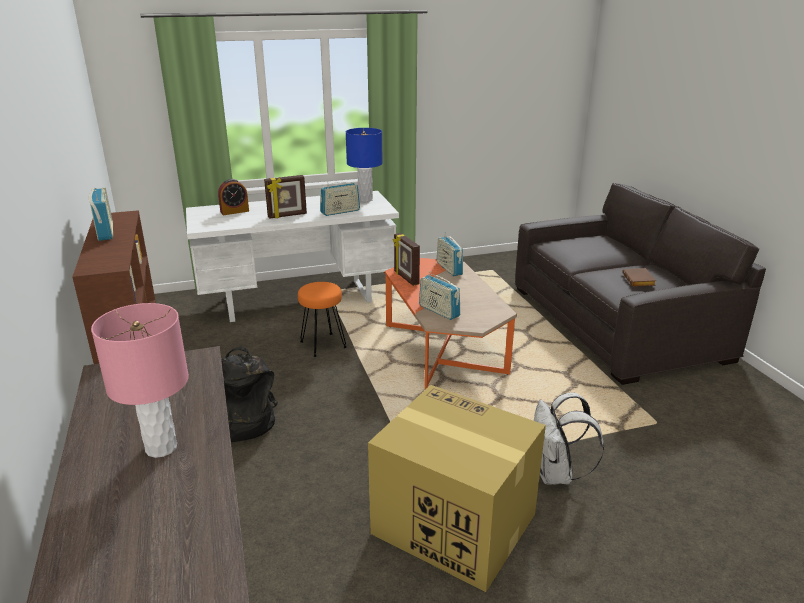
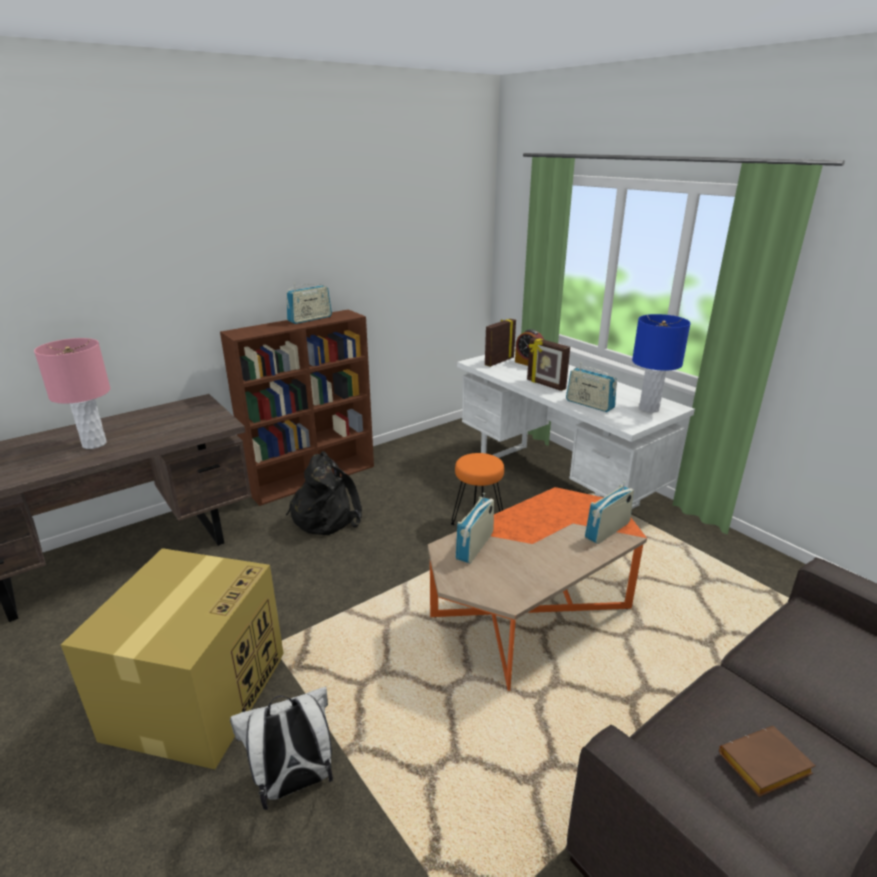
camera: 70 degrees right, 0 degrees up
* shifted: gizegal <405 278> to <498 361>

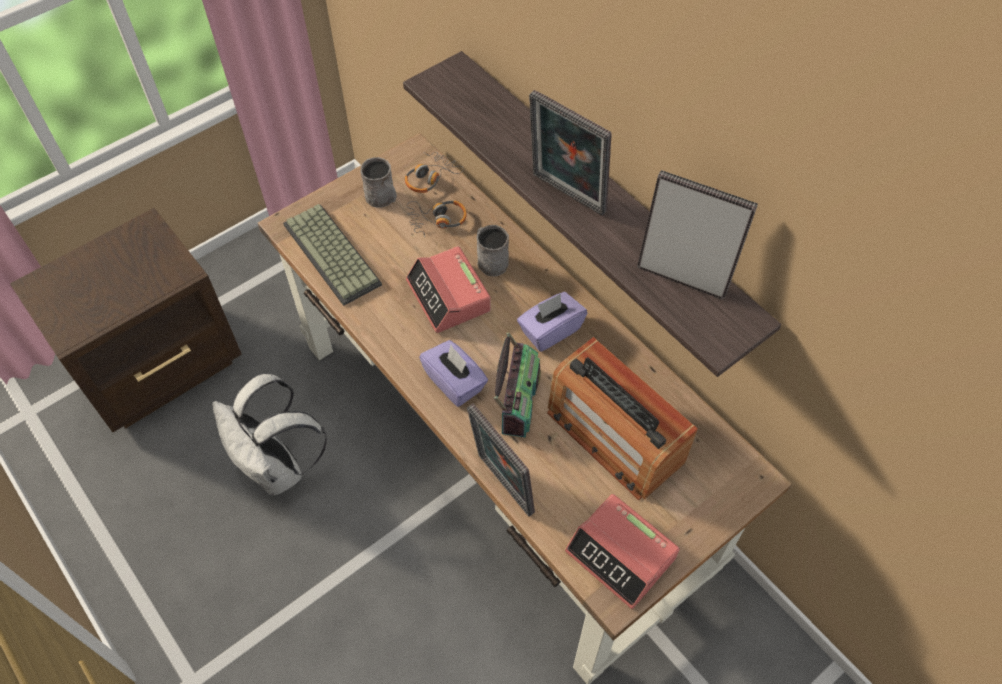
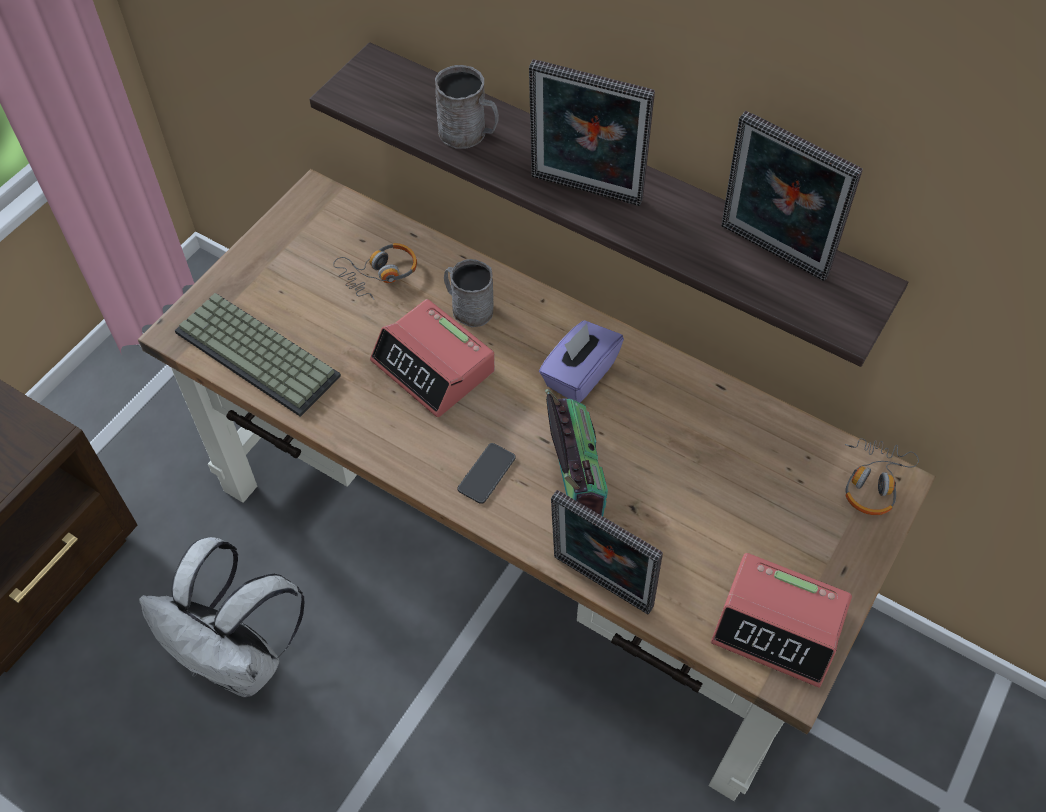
camera: 20 degrees left, 0 degrees up
* gone: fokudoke <614 436>
* shifted: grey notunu <383 198> to <468 134>
* shifted: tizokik <431 178> to <873 482>
* swapped: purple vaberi <455 382> to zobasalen <486 474>
* rotated: gizegal <683 276> = <770 255> 150 degrees counterclockwise

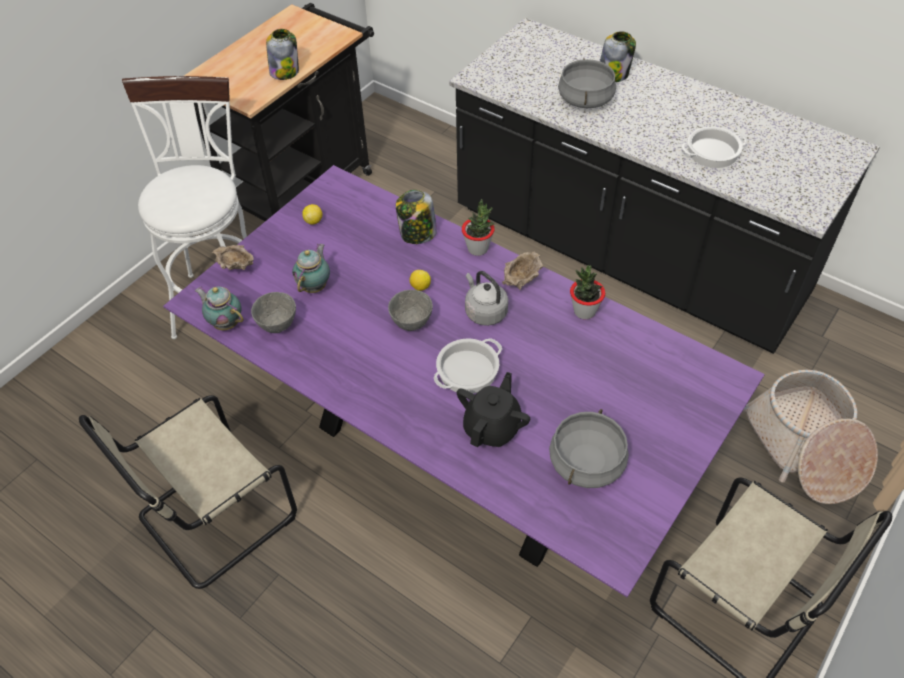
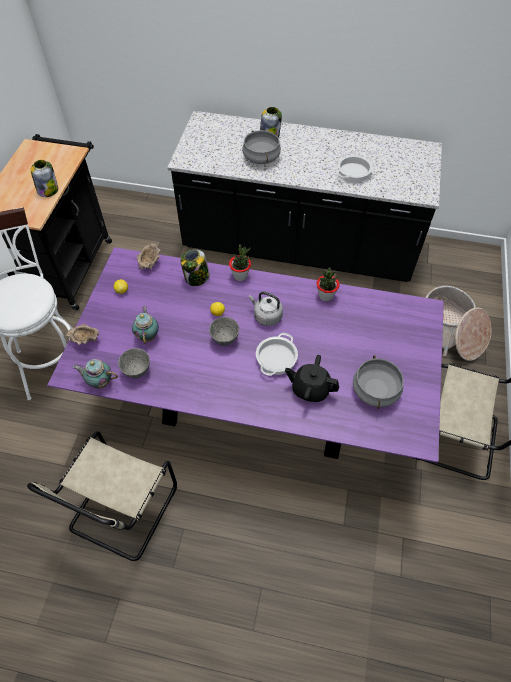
camera: 25 degrees left, 5 degrees up
* shifted: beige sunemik <521 280> to <149 263>
* rotated: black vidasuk <492 427> = <310 389> 75 degrees counterclockwise

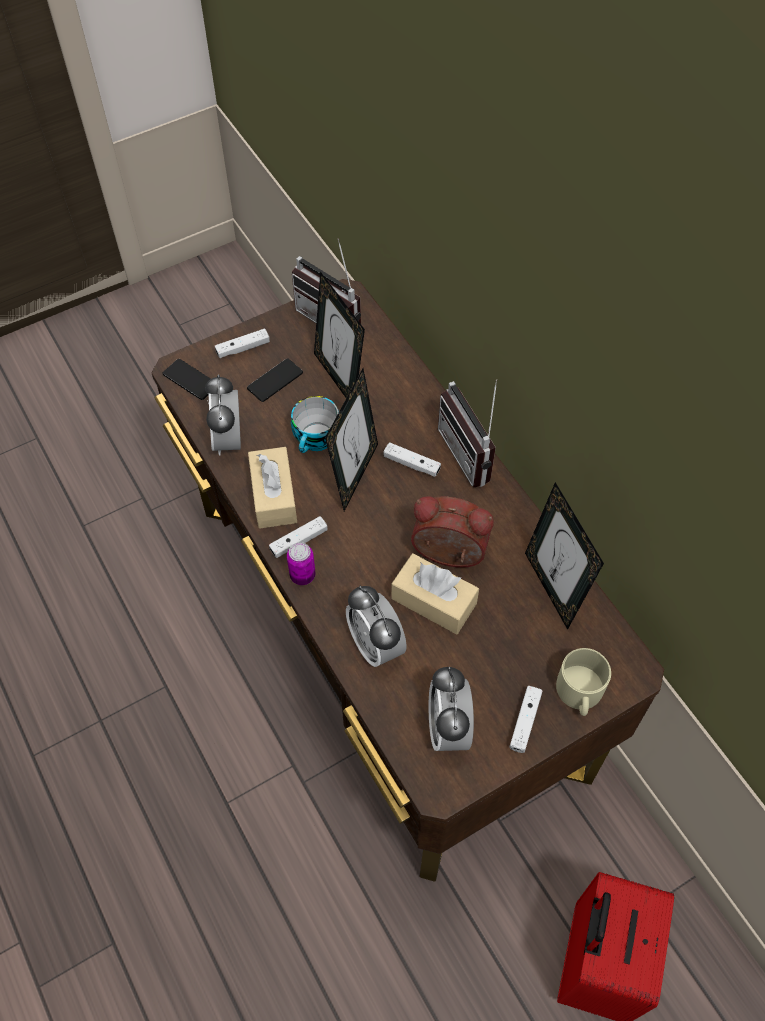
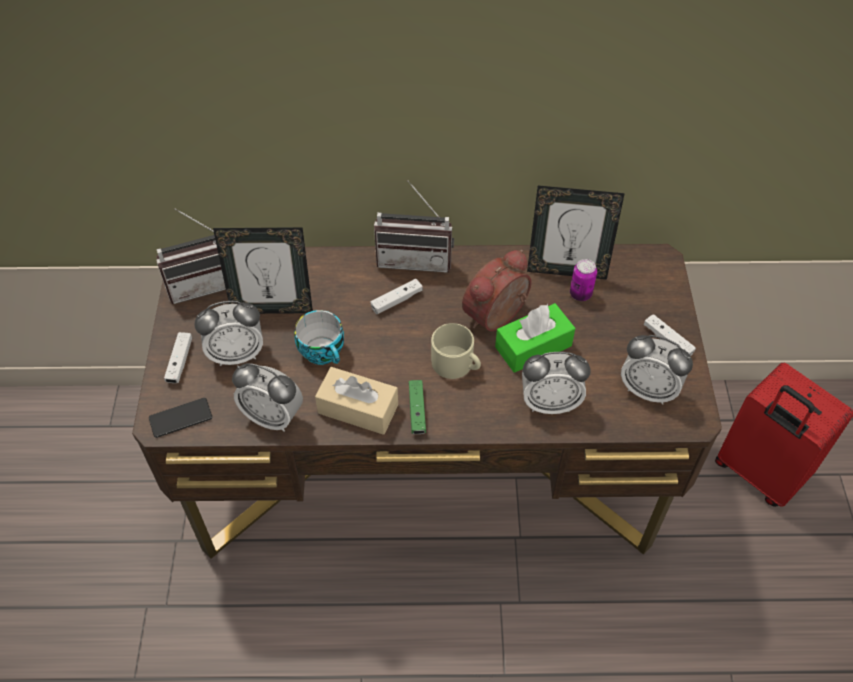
camera: 60 degrees left, 5 degrees down
* gone: gizegal <354 475>
* shifted: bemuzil <302 575> to <580 294>
* shifted: beige notunu <579 693> to <456 364>
* swapped: zobasalen <275 380> to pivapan <236 354>
* repainted: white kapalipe <299 541> to green kapalipe <417 411>
* repainted: beige vaberi <434 601> to green vaberi <533 346>

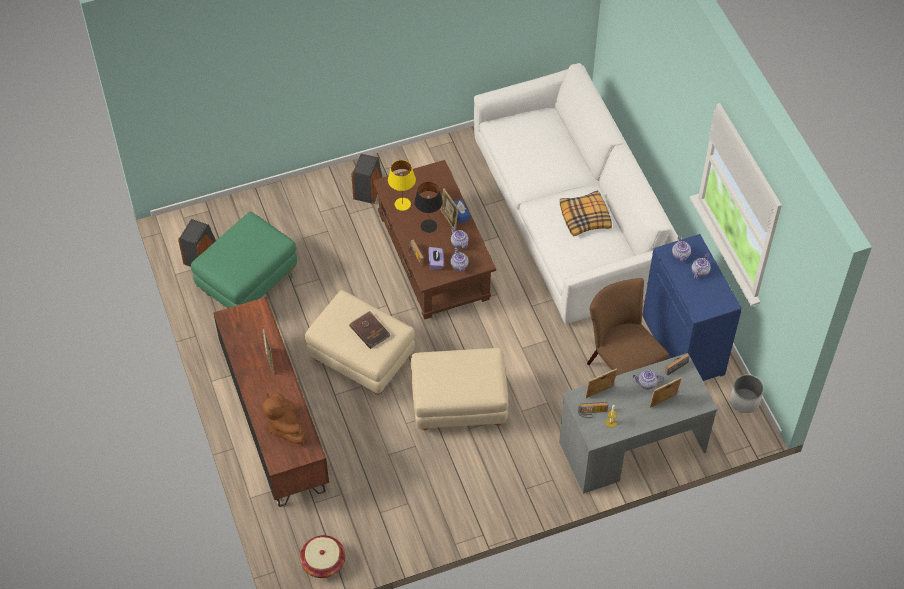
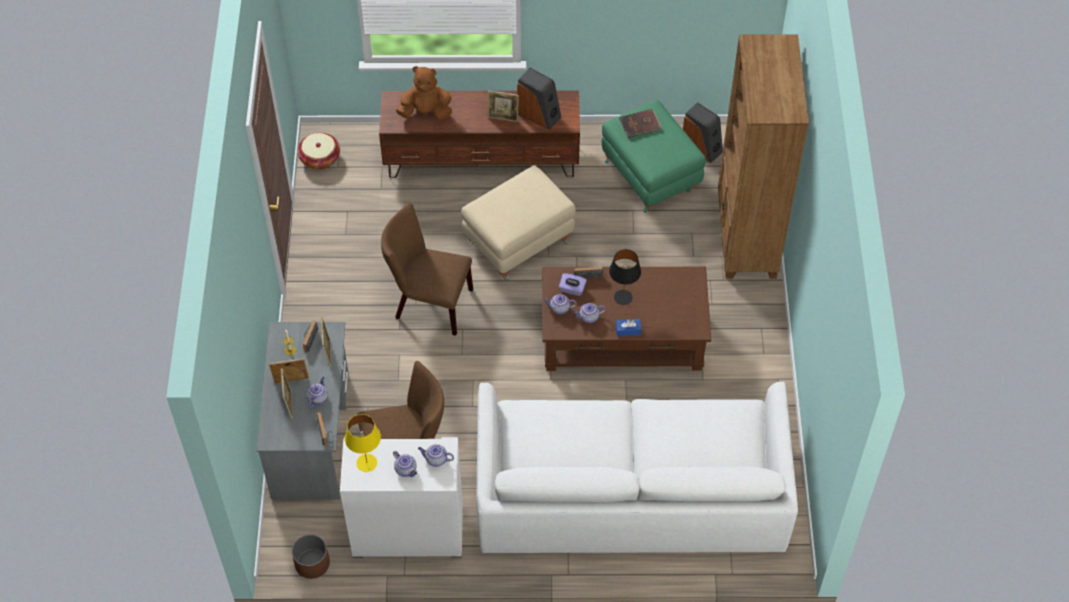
camera: 110 degrees right, 0 degrees up
* gone: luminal <585 217>
* new: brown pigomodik <746 238>
* shifted: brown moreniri <370 330> to <640 125>
* shifted: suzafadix <368 189> to <539 114>
* shifted: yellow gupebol <402 204> to <366 462>
* shifted: gizegal <449 220> to <291 381>
* swapped: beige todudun <458 407> to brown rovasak <428 303>
* repainted: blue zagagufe <684 345> to white zagagufe <407 532>
* repainted: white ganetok <744 400> to brown ganetok <312 563>

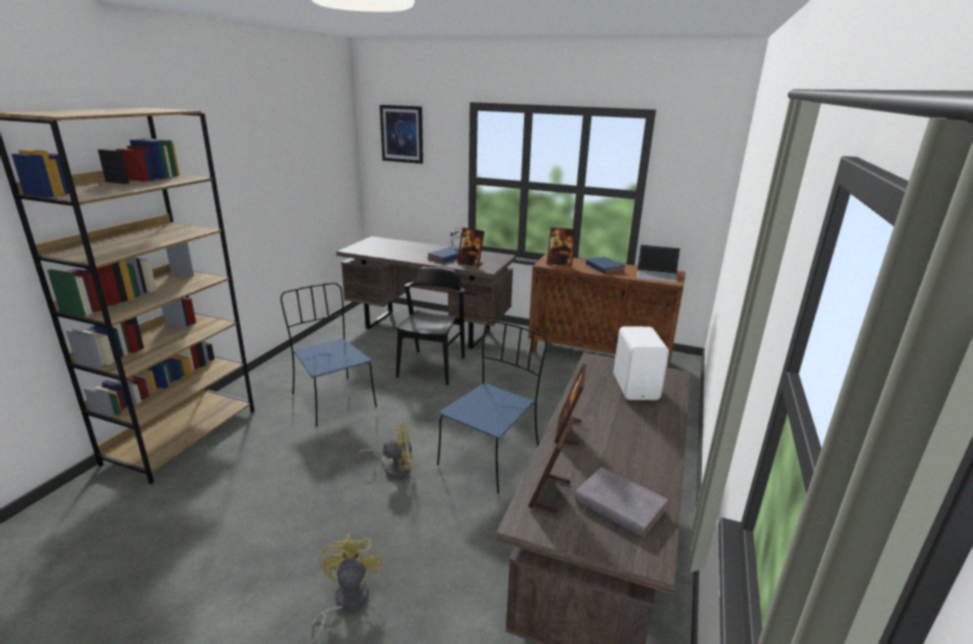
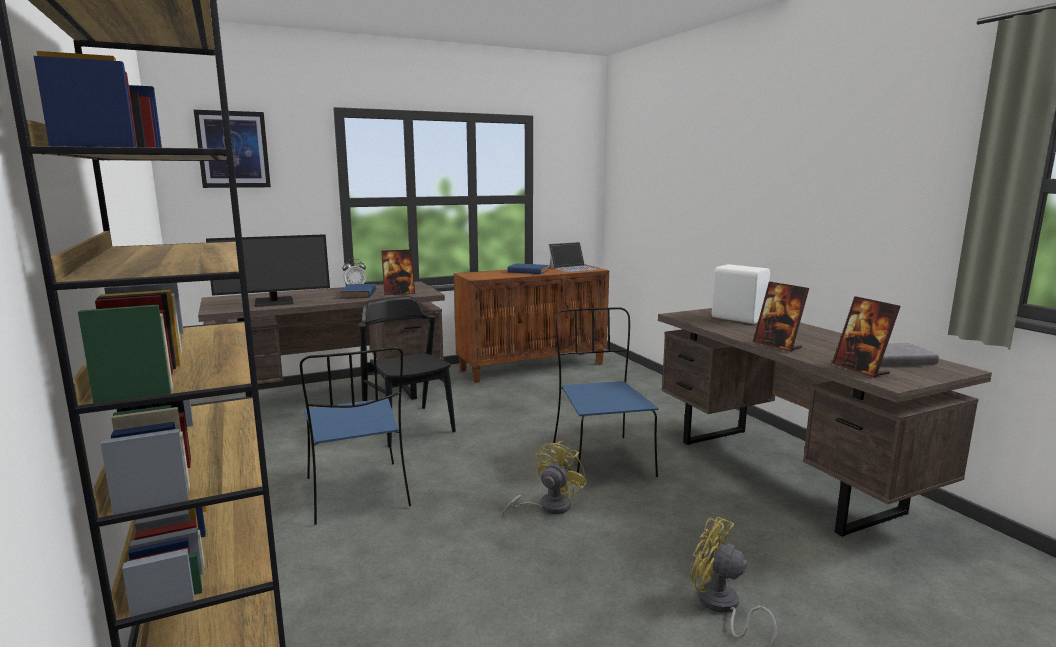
camera: 45 degrees left, 10 degrees down
* gone: gizegal <559 263>
* new: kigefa <274 302>
* rotated: blue rovasak <332 400> = <358 493> 120 degrees counterclockwise

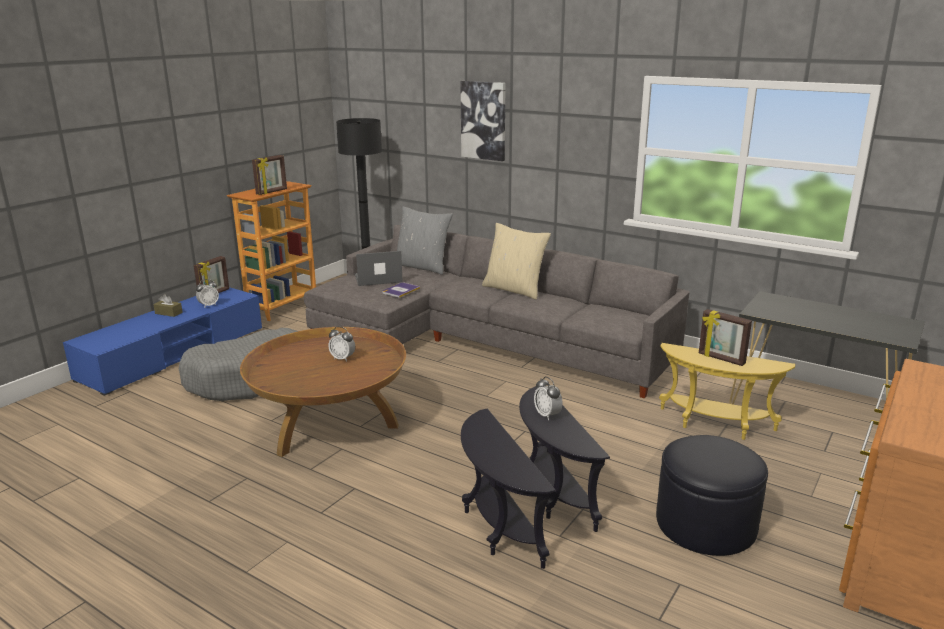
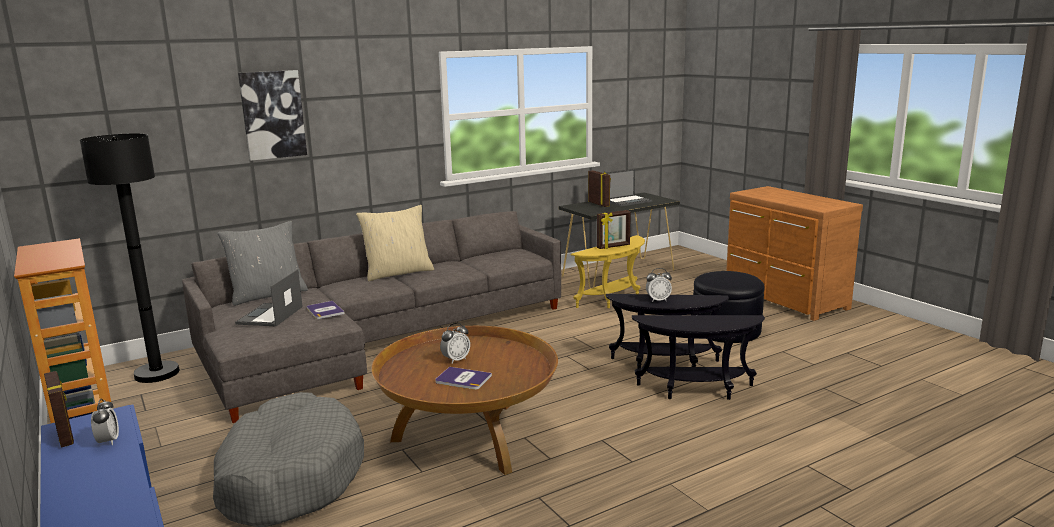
camera: 65 degrees left, 5 degrees down
* gone: brown vaberi <168 313>
* new: moreniri <463 379>
* new: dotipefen <627 201>
* shifted: gizegal <272 192> to <599 204>

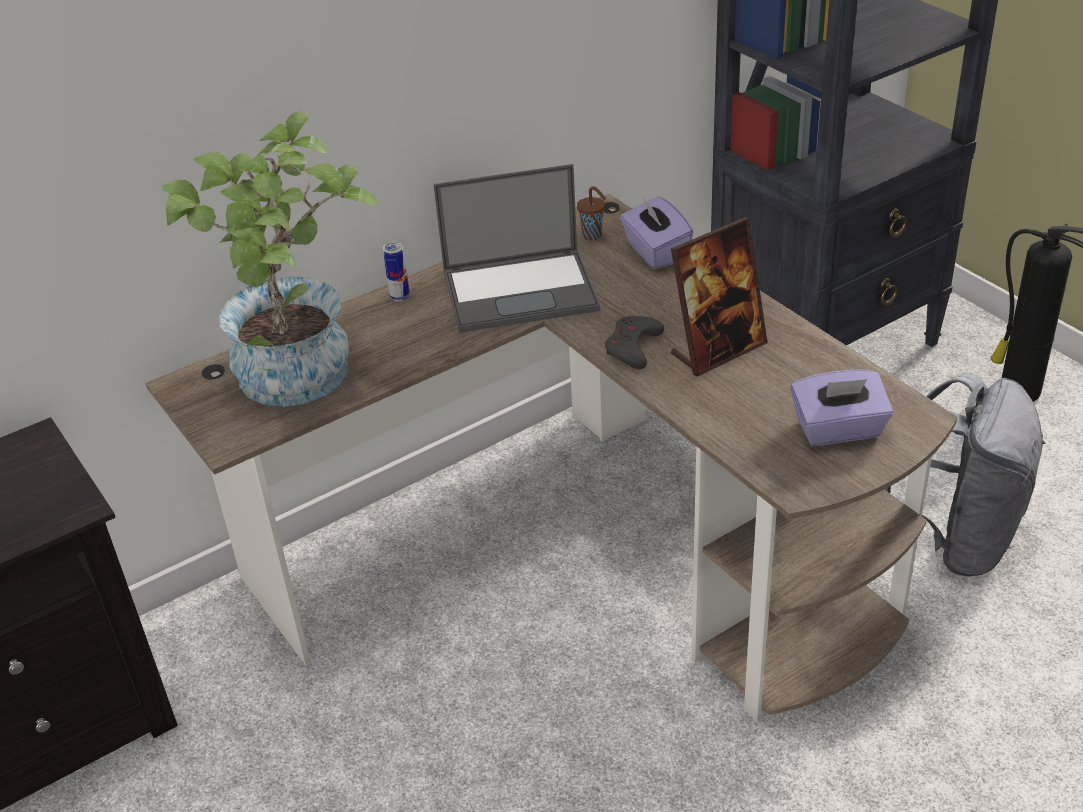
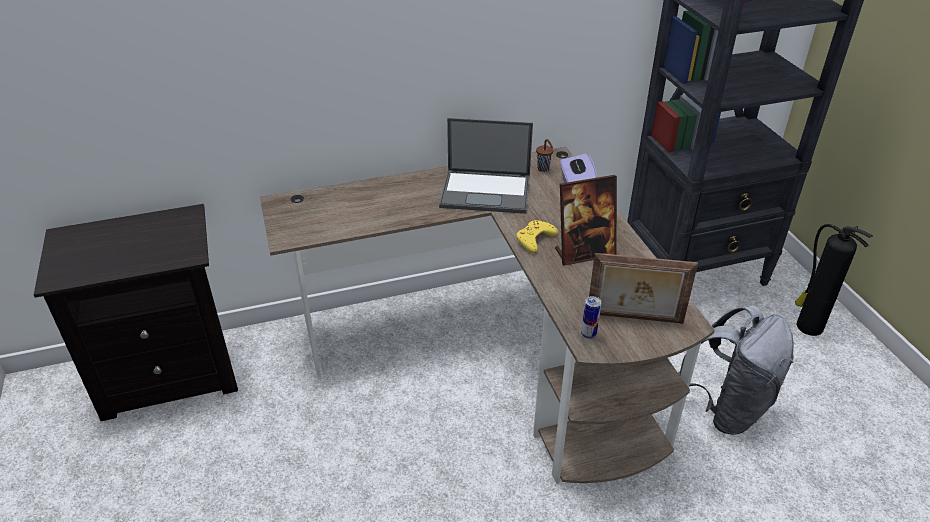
camera: 15 degrees right, 0 degrees up
* gone: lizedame <300 381>
* shifted: bemuzil <400 297> to <588 335>
* swapped: purple vaberi <838 430> to gizegal <634 319>
* repainted: grey kapalipe <633 347> to yellow kapalipe <534 239>

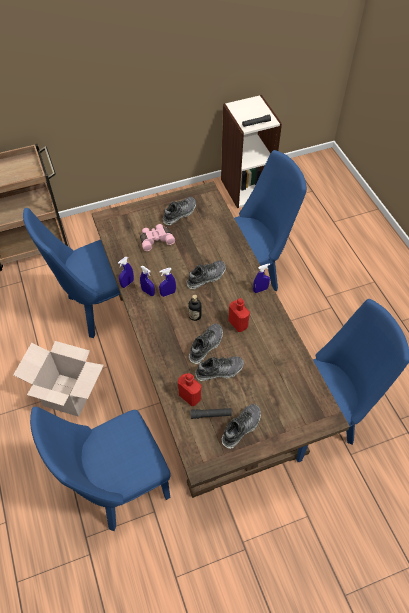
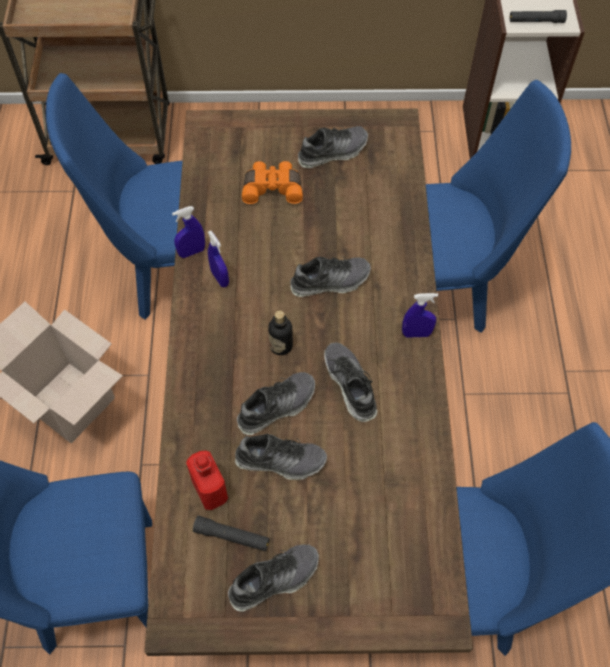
camera: 20 degrees right, 5 degrees up
* gone: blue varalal <168 293>
* swapped: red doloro <238 324> to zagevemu <349 385>
* repainted: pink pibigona <156 240> to orange pibigona <272 188>

